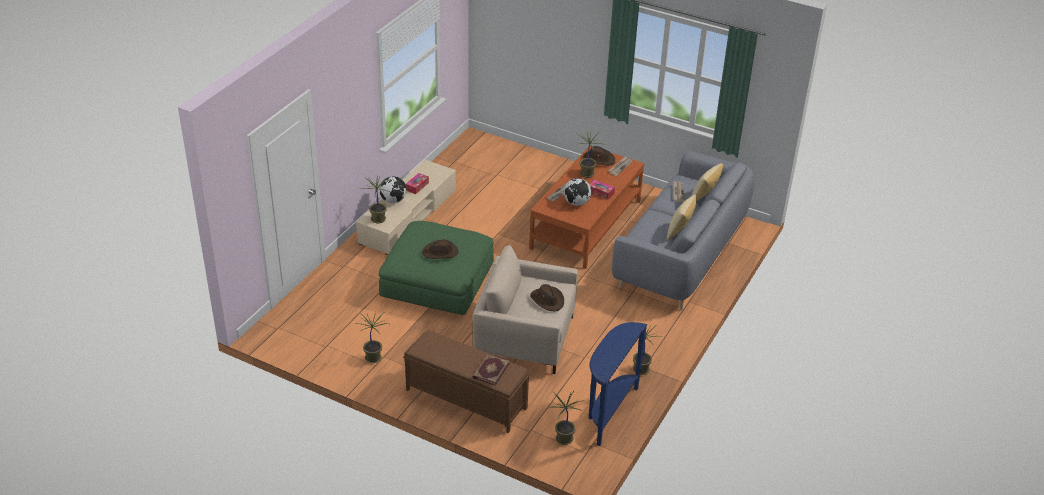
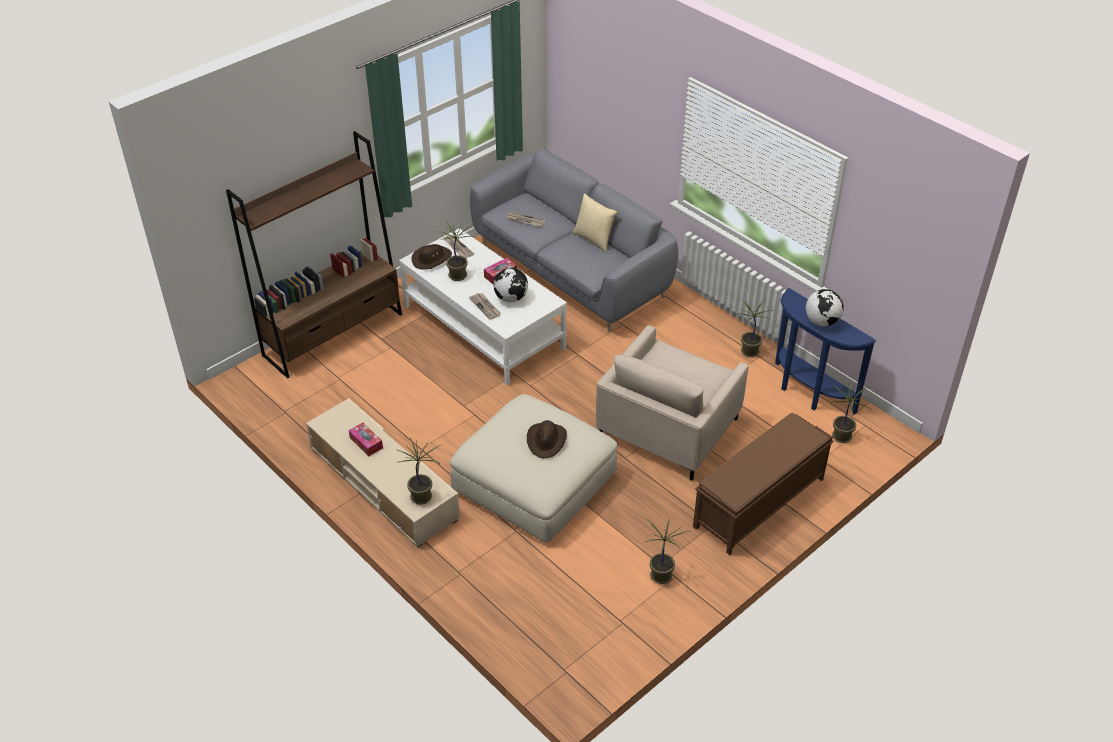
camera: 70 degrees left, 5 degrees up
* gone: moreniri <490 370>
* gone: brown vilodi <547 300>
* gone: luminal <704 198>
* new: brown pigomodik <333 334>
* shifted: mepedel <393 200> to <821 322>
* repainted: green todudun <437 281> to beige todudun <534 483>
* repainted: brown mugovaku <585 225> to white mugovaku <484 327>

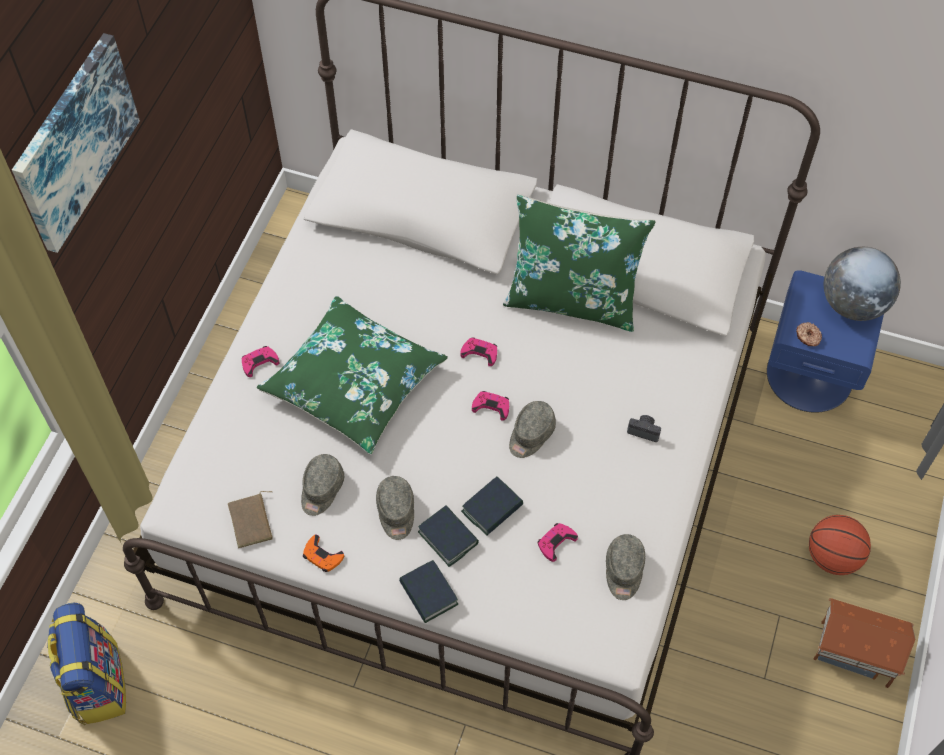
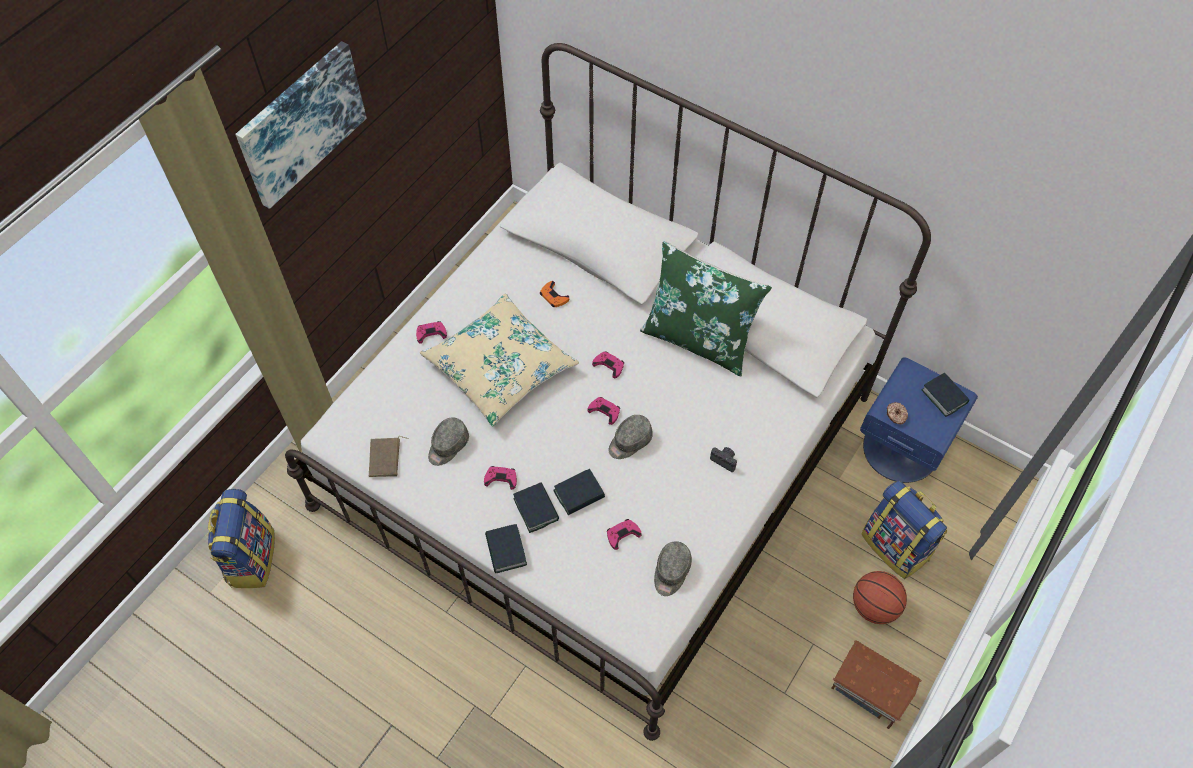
camera: 15 degrees right, 0 degrees up
* new: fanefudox <896 546>
* shifted: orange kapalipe <322 556> to <553 296>
* swapped: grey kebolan <396 512> to pink kapalipe <501 478>
* swapped: mepedel <853 304> to moreniri <944 396>
* repainted: green luminal <354 383> to beige luminal <500 367>

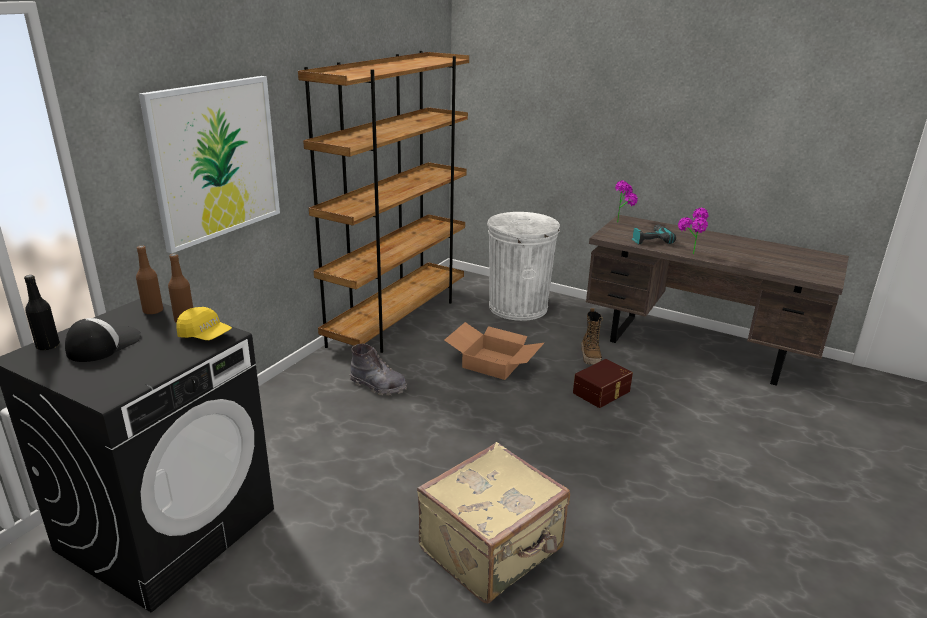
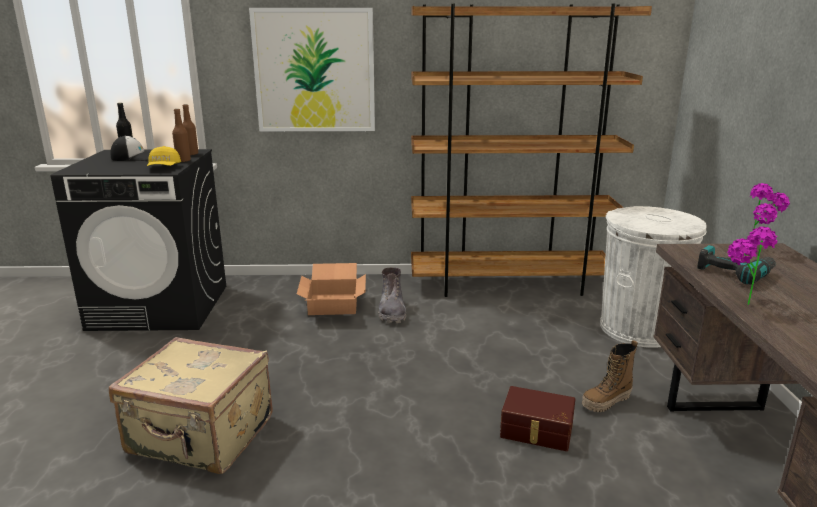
camera: 60 degrees right, 5 degrees down
* shifted: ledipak <492 363> to <332 303>

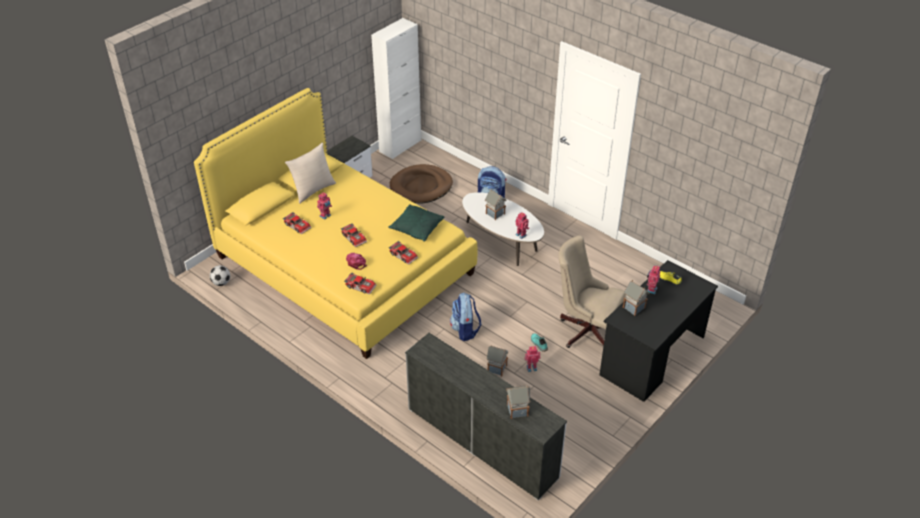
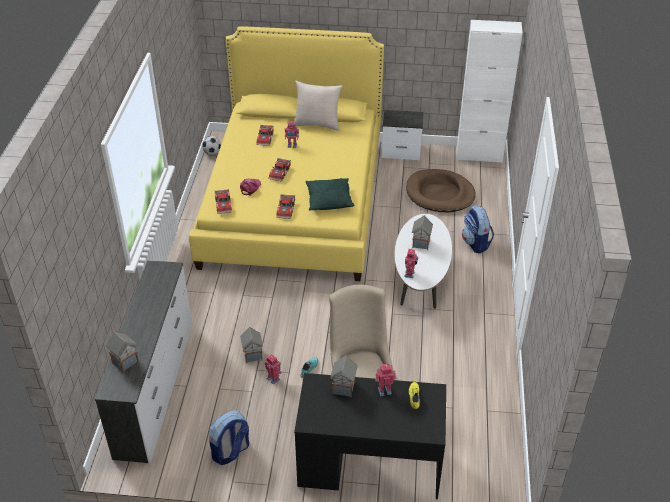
camera: 55 degrees right, 0 degrees up
* shifted: fanefudox <465 330> to <230 452>

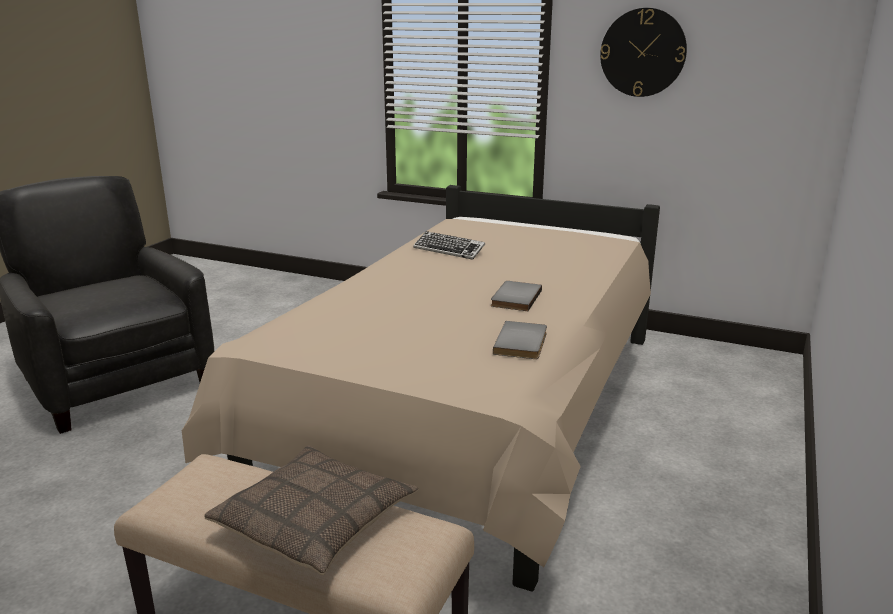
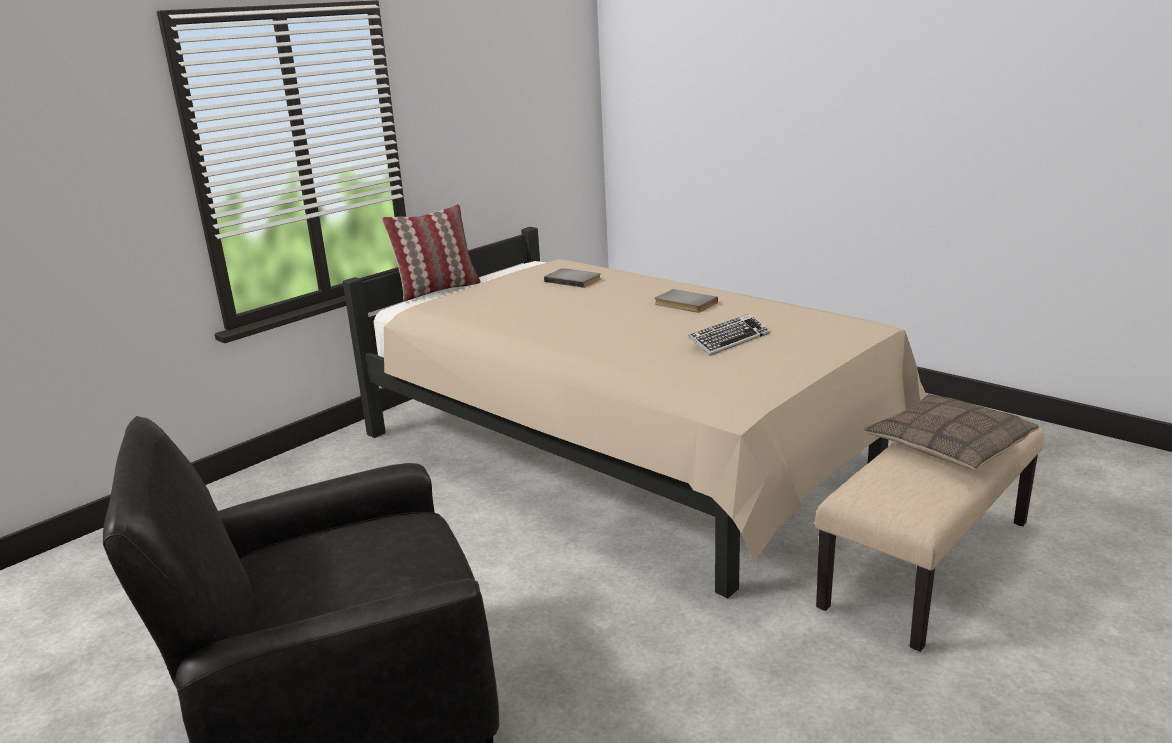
camera: 70 degrees left, 0 degrees up
* gone: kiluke <643 52>
* new: luminal <437 290>
* shifted: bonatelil <449 250> to <729 340>
* shifted: grey moreniri <523 343> to <574 280>

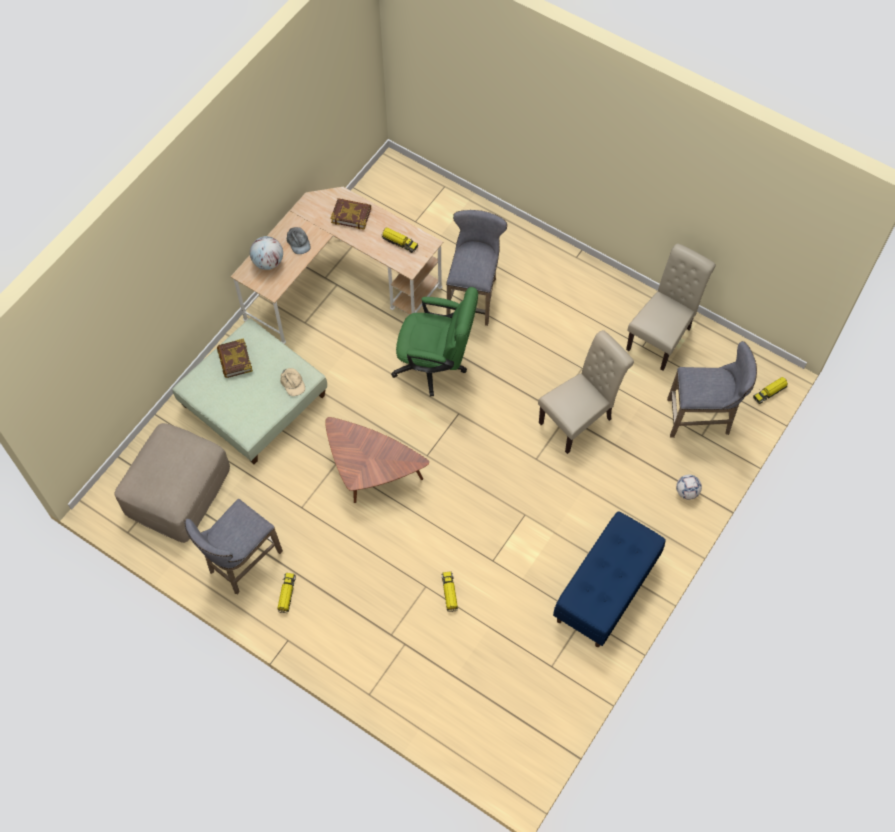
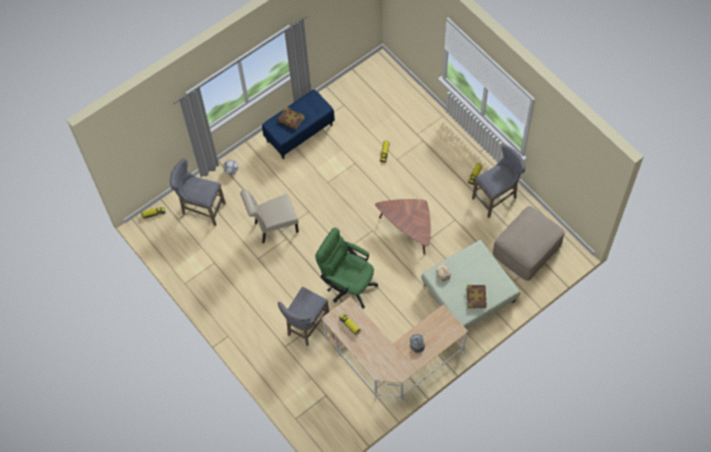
camera: 160 degrees left, 0 degrees up
* gone: mepedel <268 262>
* gone: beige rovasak <661 336>
* shifted: moreniri <351 215> to <291 120>

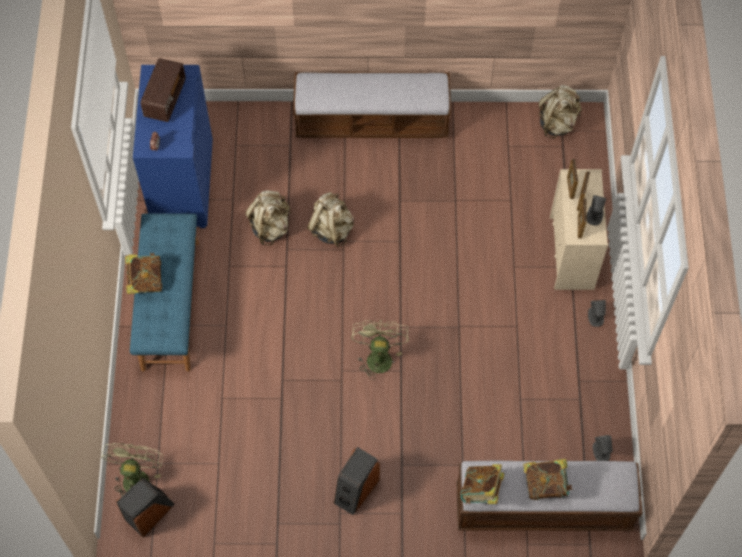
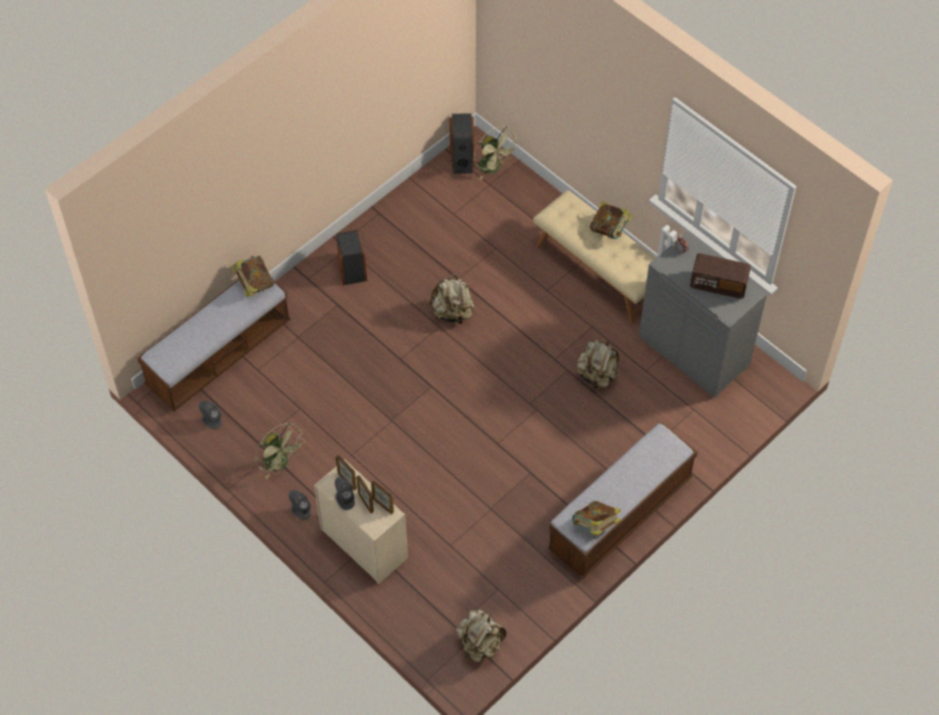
camera: 135 degrees right, 5 degrees down
* shifted: beige fanefudox <331 229> to <453 312>
* shifted: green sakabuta <378 356> to <281 463>
* shifted: moreniri <545 484> to <595 525>
* repainted: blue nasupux <169 304> to beige nasupux <599 271>
* repainted: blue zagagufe <181 182> to grey zagagufe <694 351>
* rotated: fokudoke <165 99> = <718 284> 45 degrees counterclockwise

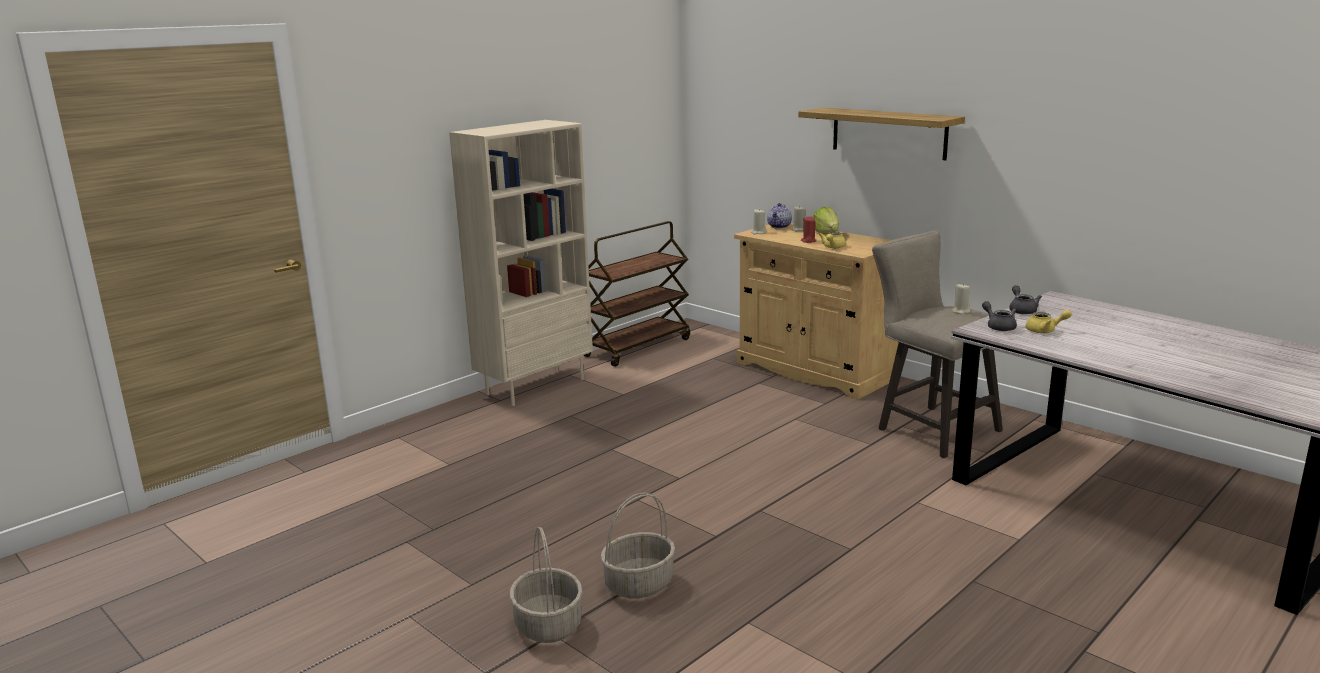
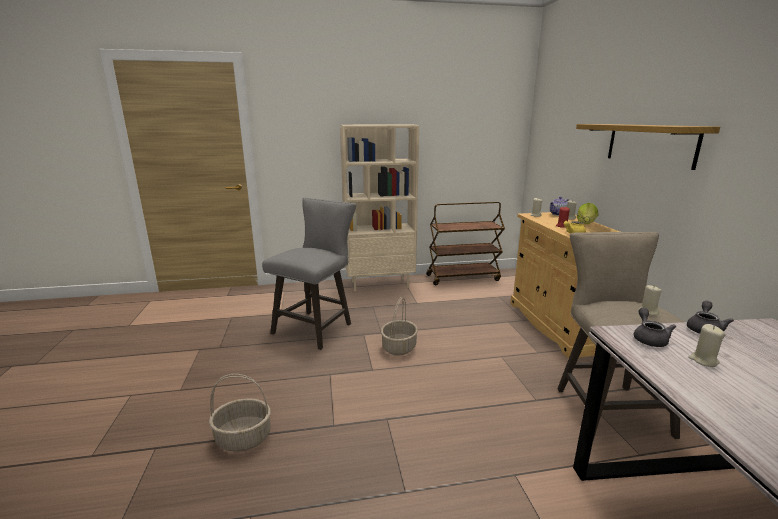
camera: 35 degrees right, 0 degrees up
* new: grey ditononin <316 327>
* shifted: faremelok <547 624> to <399 347>
* swapped: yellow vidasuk <1045 331> to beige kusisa <703 360>

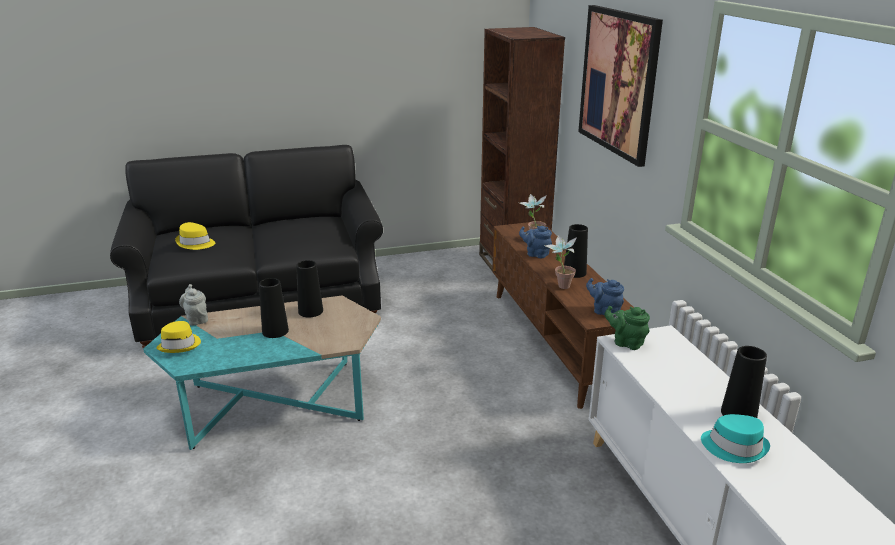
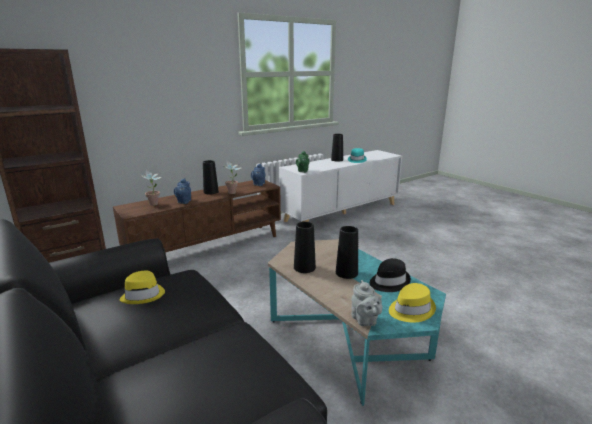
camera: 110 degrees left, 5 degrees down
* gone: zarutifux <618 82>
* new: black vilodi <388 282>
* shifted: yellow vilodi <195 243> to <143 295>
* rotated: grey vidasuk <196 319> = <365 320> 60 degrees counterclockwise

